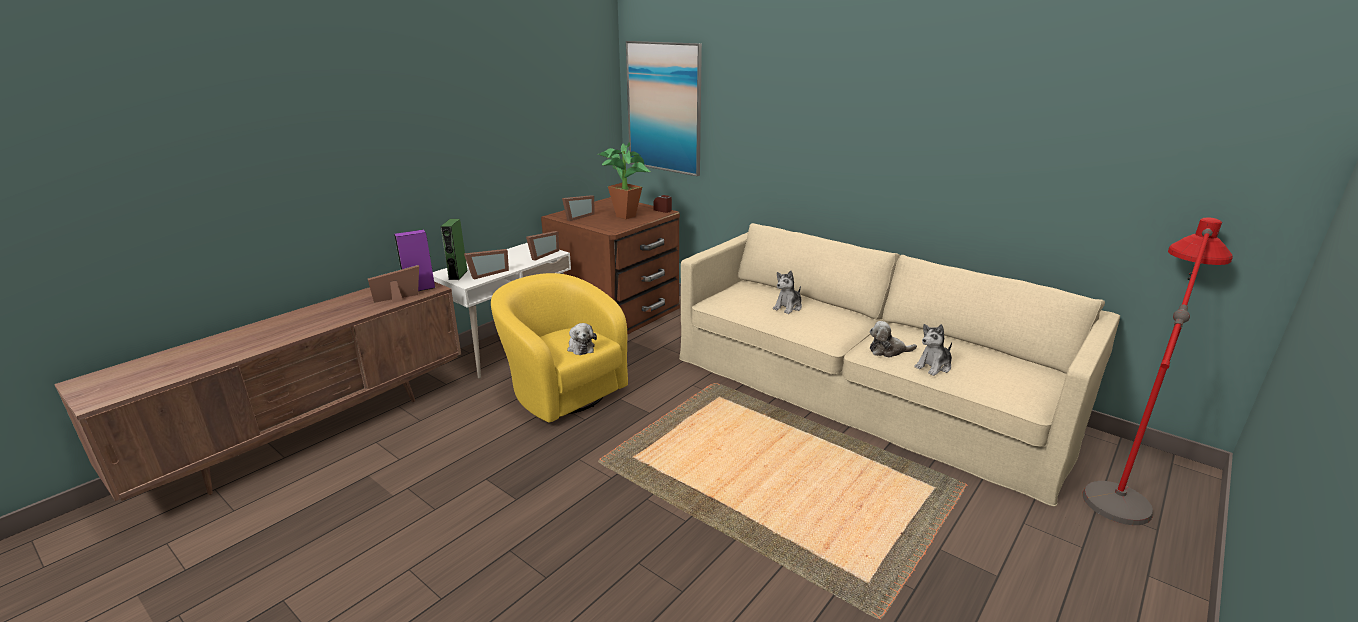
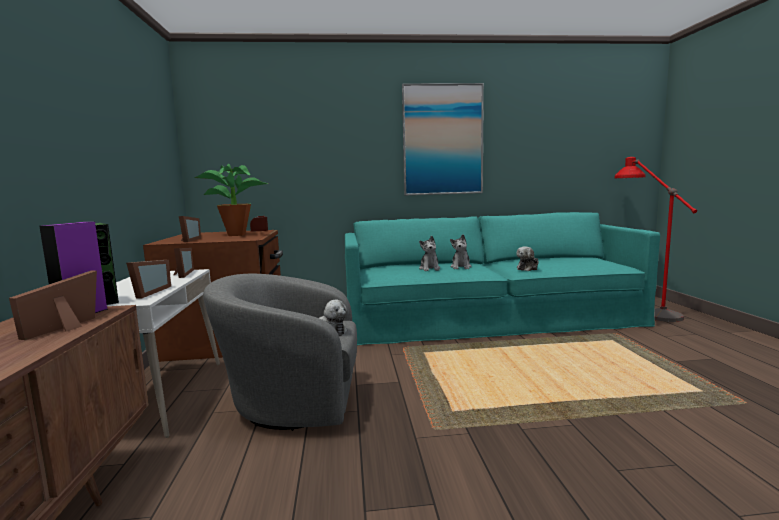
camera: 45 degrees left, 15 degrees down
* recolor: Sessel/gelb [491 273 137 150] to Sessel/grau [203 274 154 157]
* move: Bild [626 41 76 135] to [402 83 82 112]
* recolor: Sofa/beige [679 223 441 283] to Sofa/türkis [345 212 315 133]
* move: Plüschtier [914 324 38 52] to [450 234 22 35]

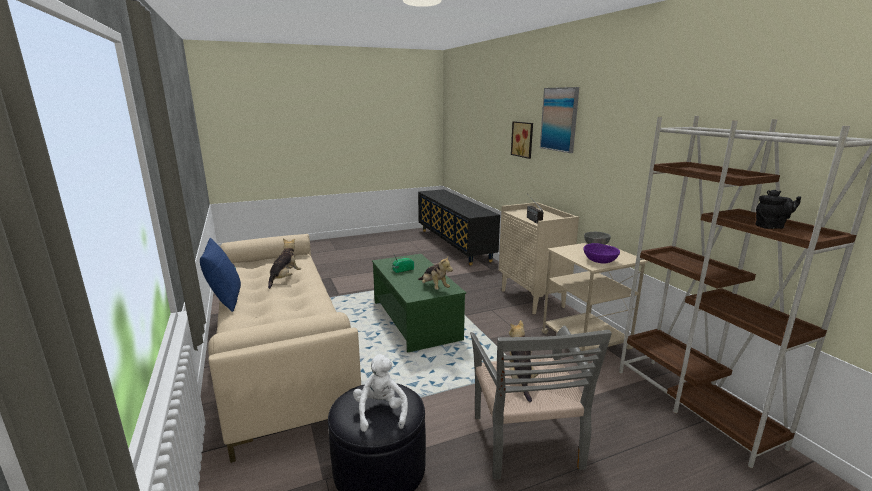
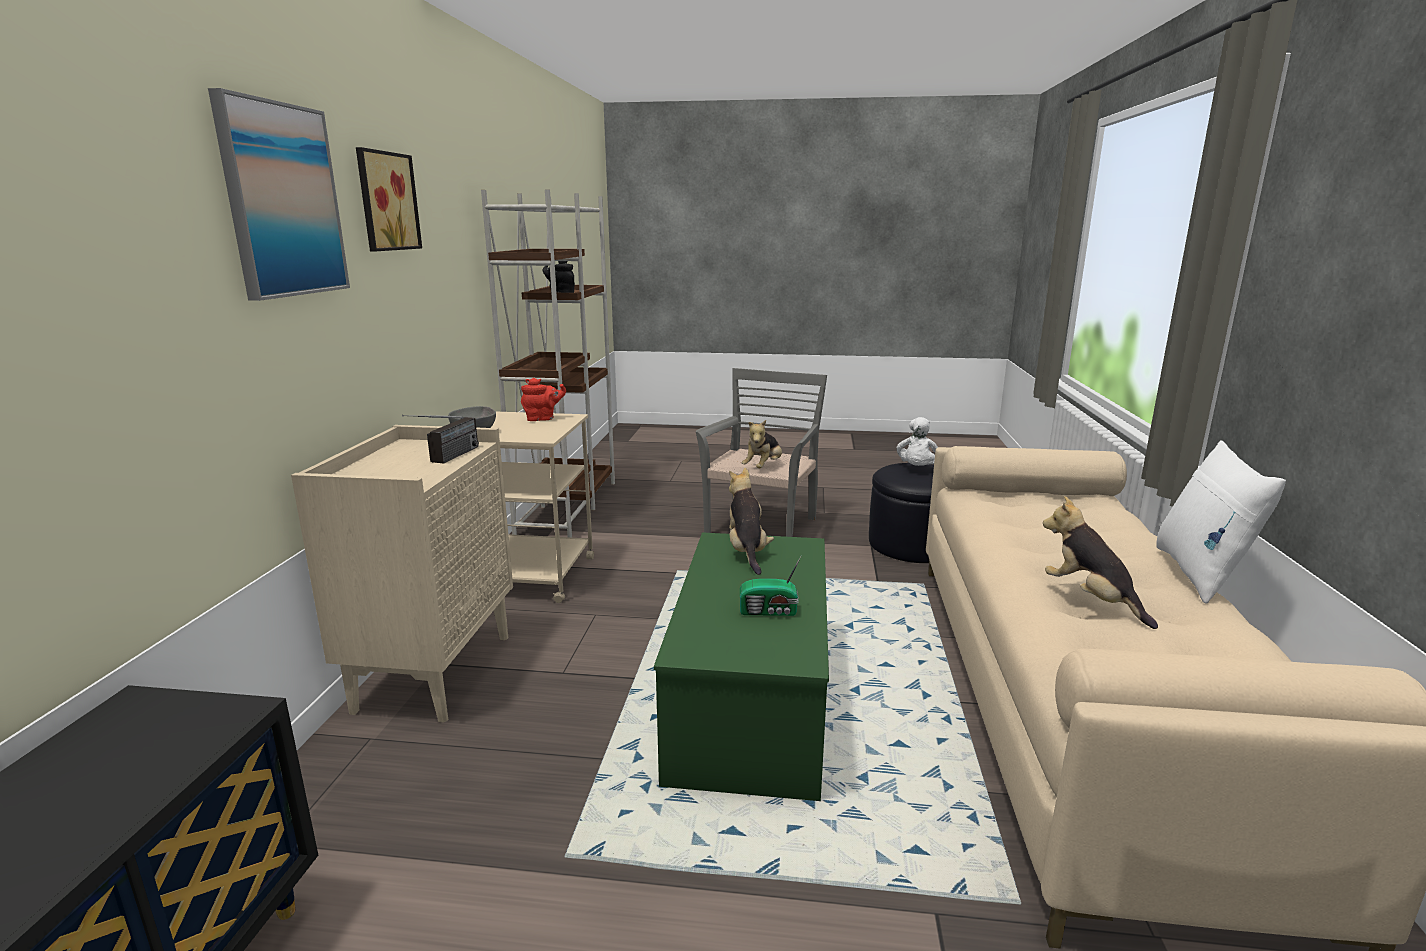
camera: 150 degrees left, 0 degrees up
* recolor: Kissen/blau [200 238 41 74] to Kissen/weiß [1156 440 130 163]
* rotate: Plüschtier [268 238 33 51] = [1043 496 115 133] 105 degrees clockwise
* move: Bild [511 121 22 38] to [356 147 66 104]
* replace: Schüssel/lila [583 243 37 21] to Teekanne/rot [521 378 45 43]

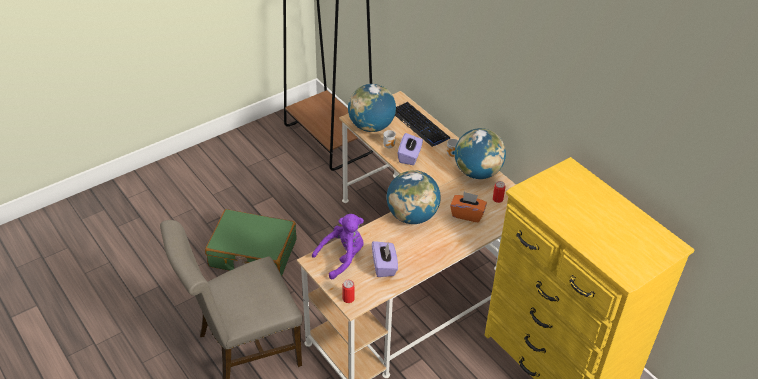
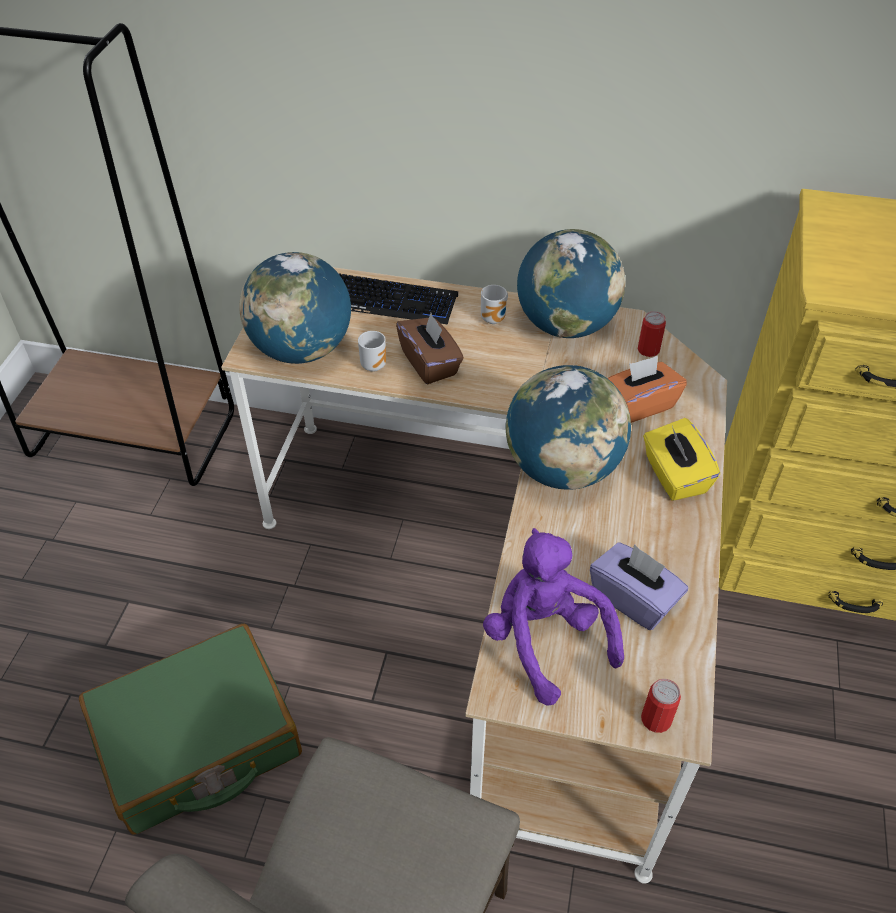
camera: 40 degrees left, 5 degrees up
* rotate: Plüschtier/lila [312 214 52 65] = [483 528 141 178] 45 degrees counterclockwise
* recolor: Taschentuchbox/lila [398 133 25 32] to Taschentuchbox/braun [396 313 68 71]
* insert: Taschentuchbox/gelb [643 418 77 83]

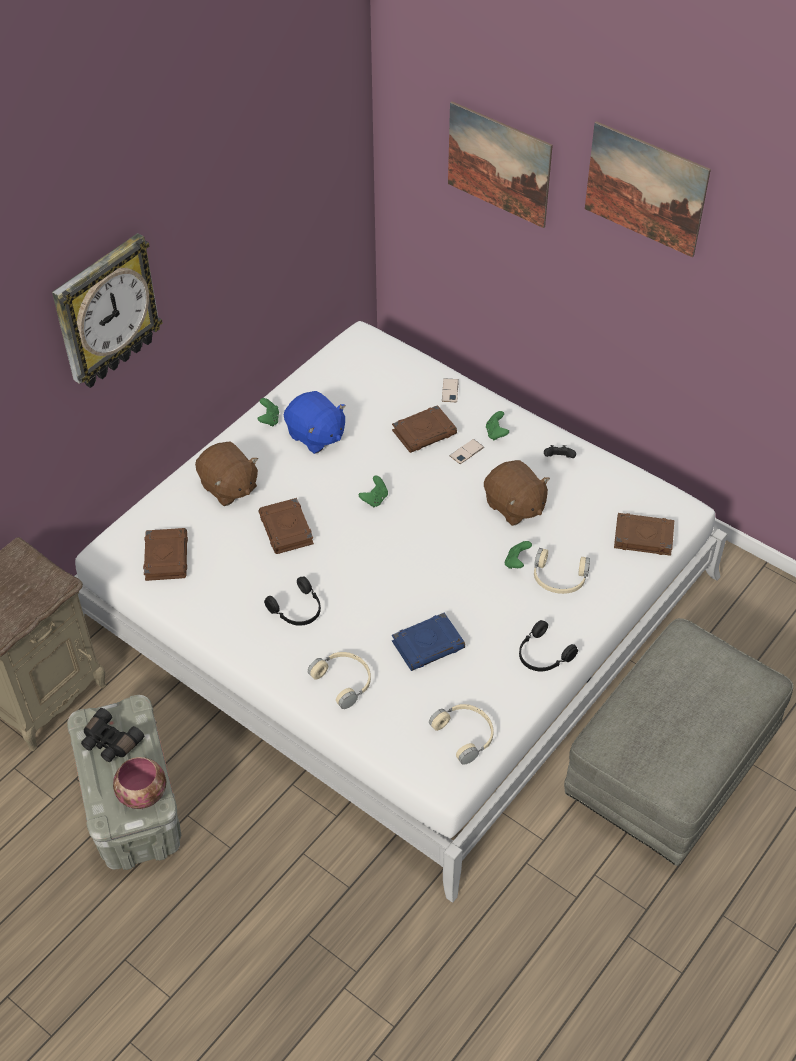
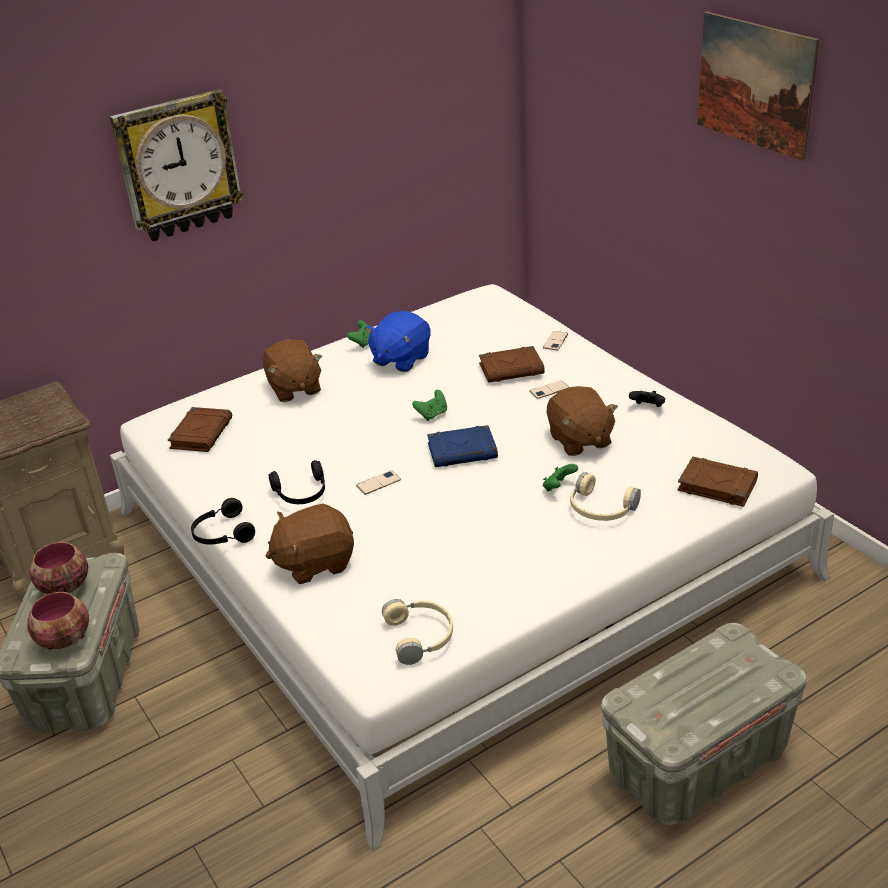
camera: 20 degrees right, 15 degrees down
* replace: Fernglas/schwarz [81 708 63 54] to Schüssel [30 542 58 52]
* delete: Buch/braun [258 498 56 56]
* rotate: Plüschtier/blau [284 391 62 63] = [365 311 66 61] 60 degrees clockwise
* replace: Kopfhörer/beige [308 652 63 57] to Plüschtier/braun [265 504 89 80]
* move: Buch/blau [392 613 73 58] to [427 425 71 42]
* delete: Bild [448 101 105 127]
* delete: Gamepad/grün [486 411 23 29]
* move: Kopfhörer/schwarz [519 620 59 51] to [191 498 64 47]
* replace: Polsterhocker/grau [564 618 230 248] to Aufbewahrungsbox/grau [601 623 206 202]
* insert: Handy [356 470 45 25]

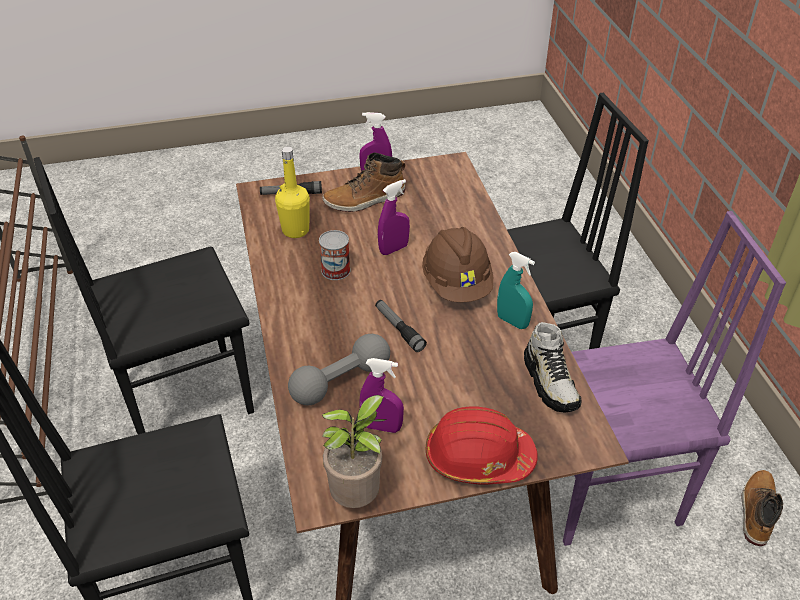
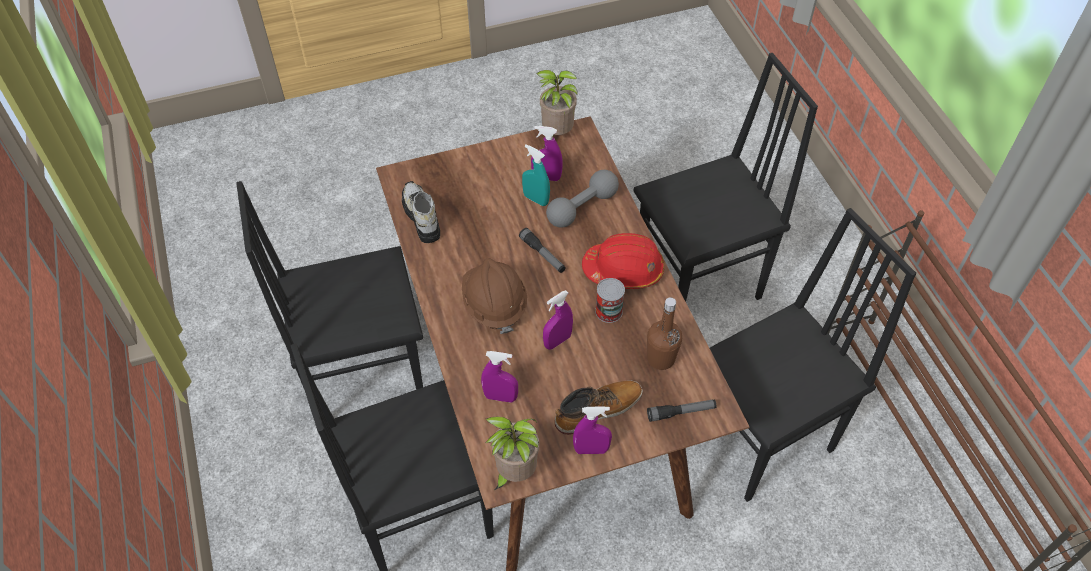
camera: 175 degrees right, 10 degrees up
* recolor: Flasche/gelb [275 146 35 92] to Flasche/braun [647 297 35 73]
* move: Schutzhelm/rot [426 407 112 78] to [582 233 83 56]
* move: Sprühflasche/türkis [497 252 38 77] to [522 144 28 62]
* recolor: Stuhl/lila [563 211 223 335] to Stuhl/schwarz [236 181 187 209]
* delete: Stiefel [741 470 42 76]
* insert: Sprühflasche/lila [481 351 37 51]
* insert: Topfpflanze [486 416 53 74]

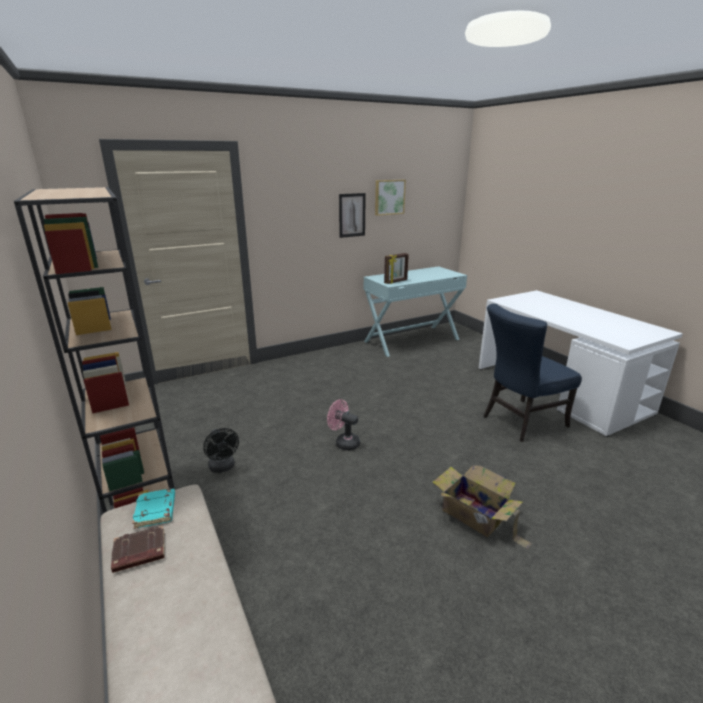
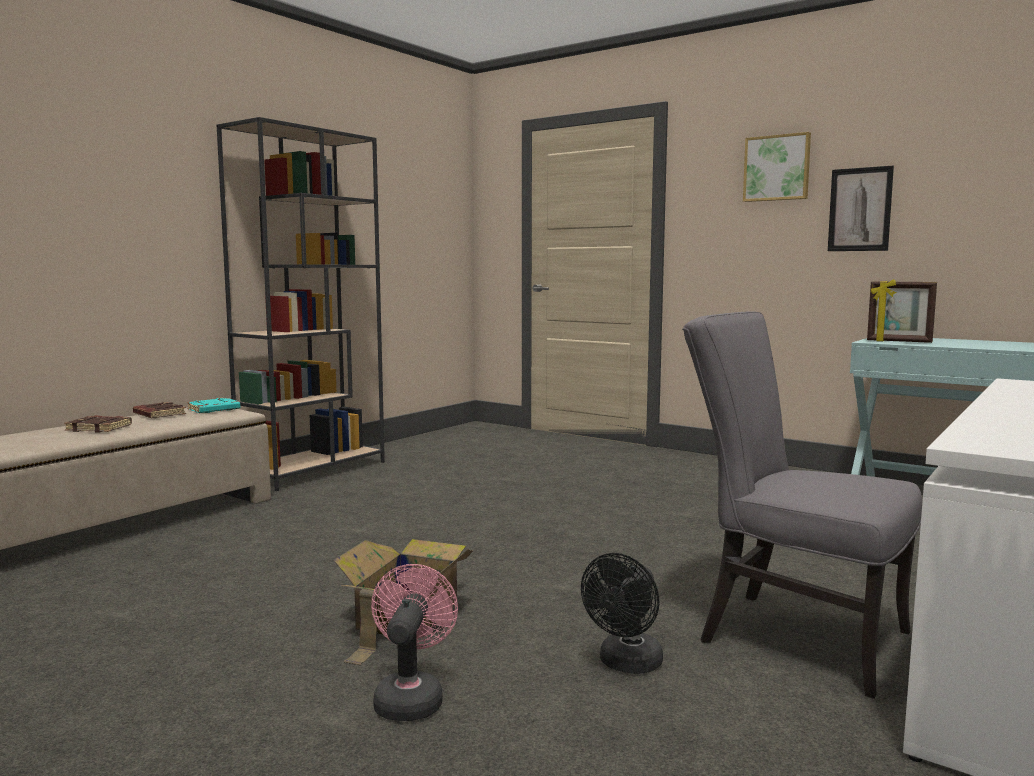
camera: 65 degrees right, 15 degrees down
* move: Ventilator/schwarz [203 428 36 45] to [581 553 82 121]
* move: Ventilator/rosa [327 399 33 52] to [371 564 87 157]
* move: Bild [375 180 31 36] to [743 132 68 70]
* recolor: Stuhl/blau [483 304 99 138] to Stuhl/grau [682 311 240 388]
* insert: Buch/braun [64 416 68 17]

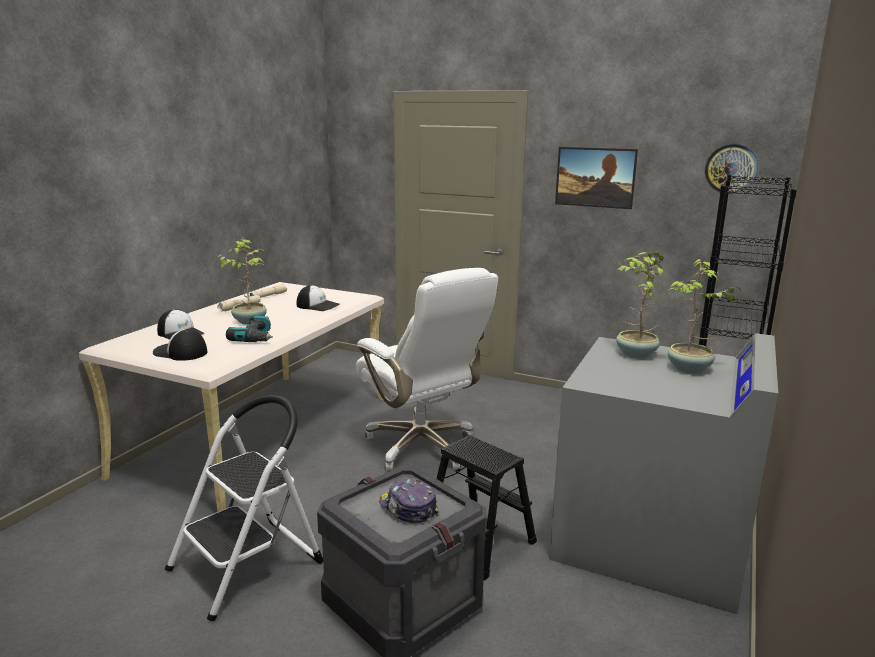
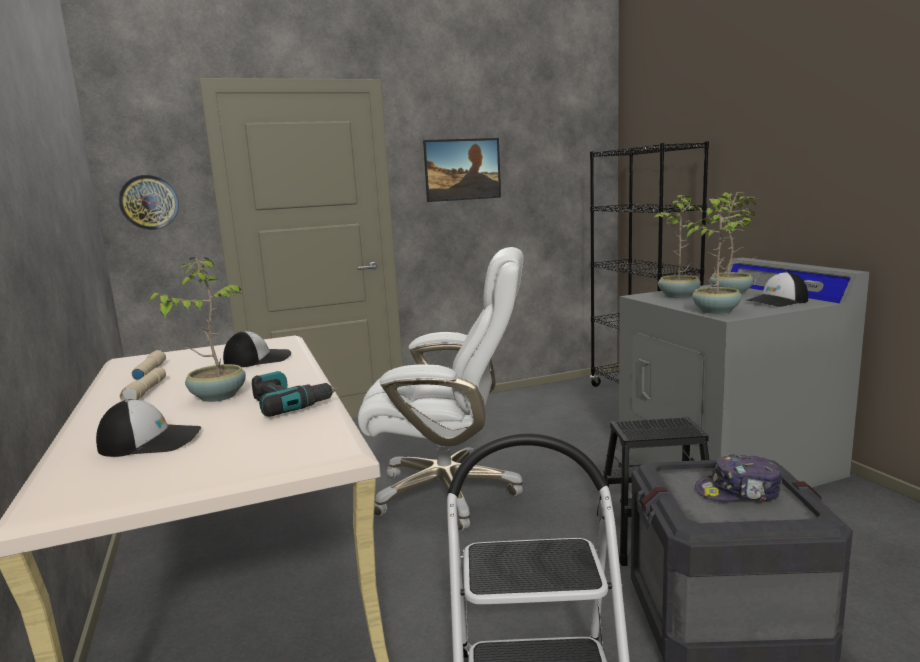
camera: 45 degrees left, 5 degrees down
* move: Kappe [153 329 54 32] to [746 272 62 35]
* move: Wanduhr [705 144 53 50] to [119 175 60 55]
* insert: Topfpflanze [686 196 63 118]

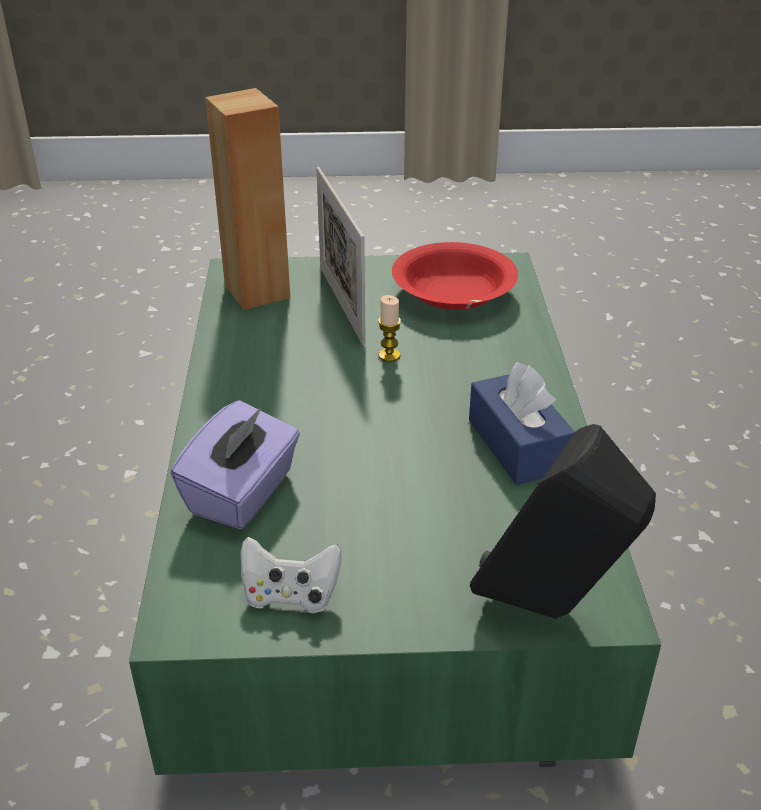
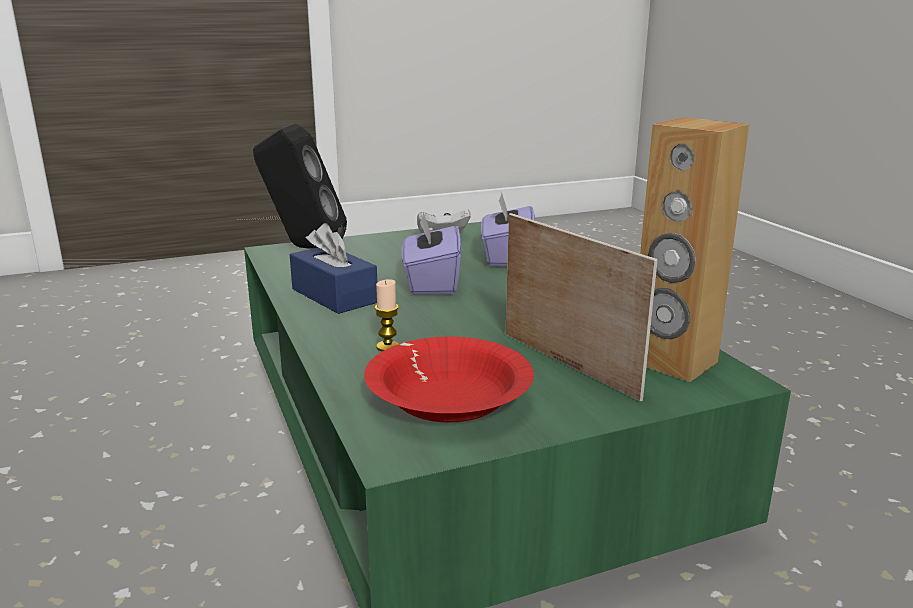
camera: 160 degrees right, 15 degrees down
* move: Kerze [378 295 23 67] to [375 279 24 72]
* insert: Taschentuchbox/lila [402 212 60 83]

